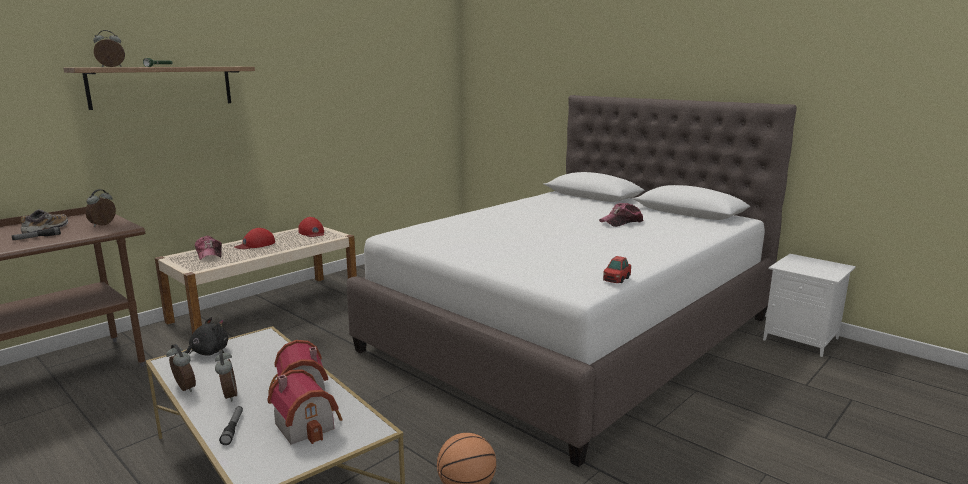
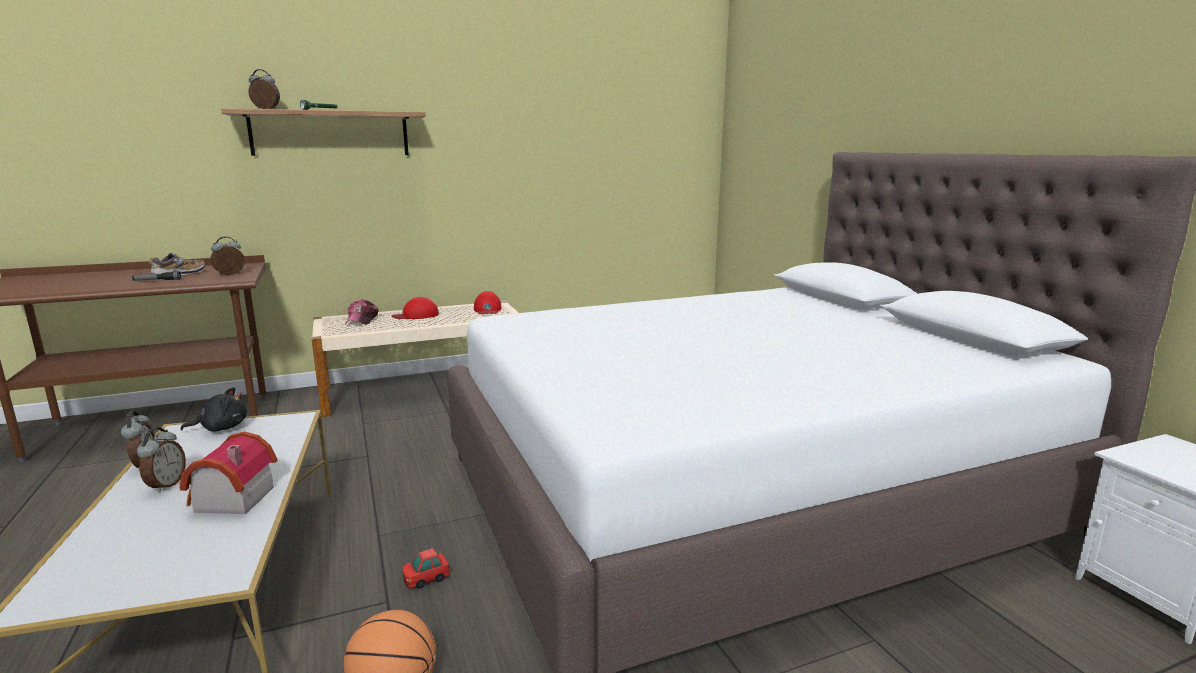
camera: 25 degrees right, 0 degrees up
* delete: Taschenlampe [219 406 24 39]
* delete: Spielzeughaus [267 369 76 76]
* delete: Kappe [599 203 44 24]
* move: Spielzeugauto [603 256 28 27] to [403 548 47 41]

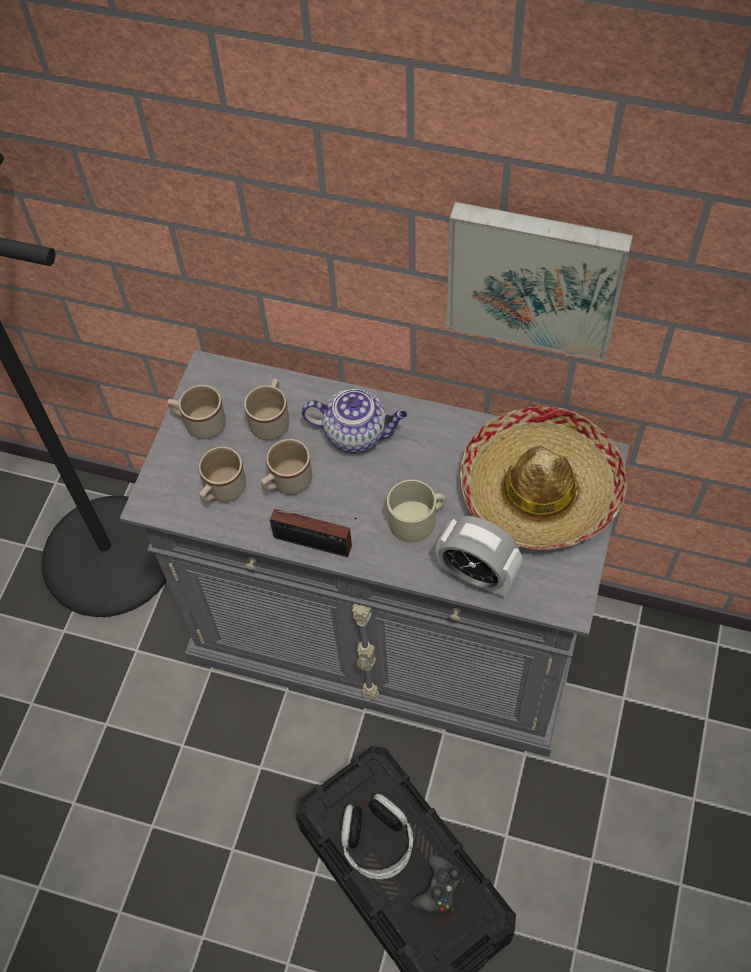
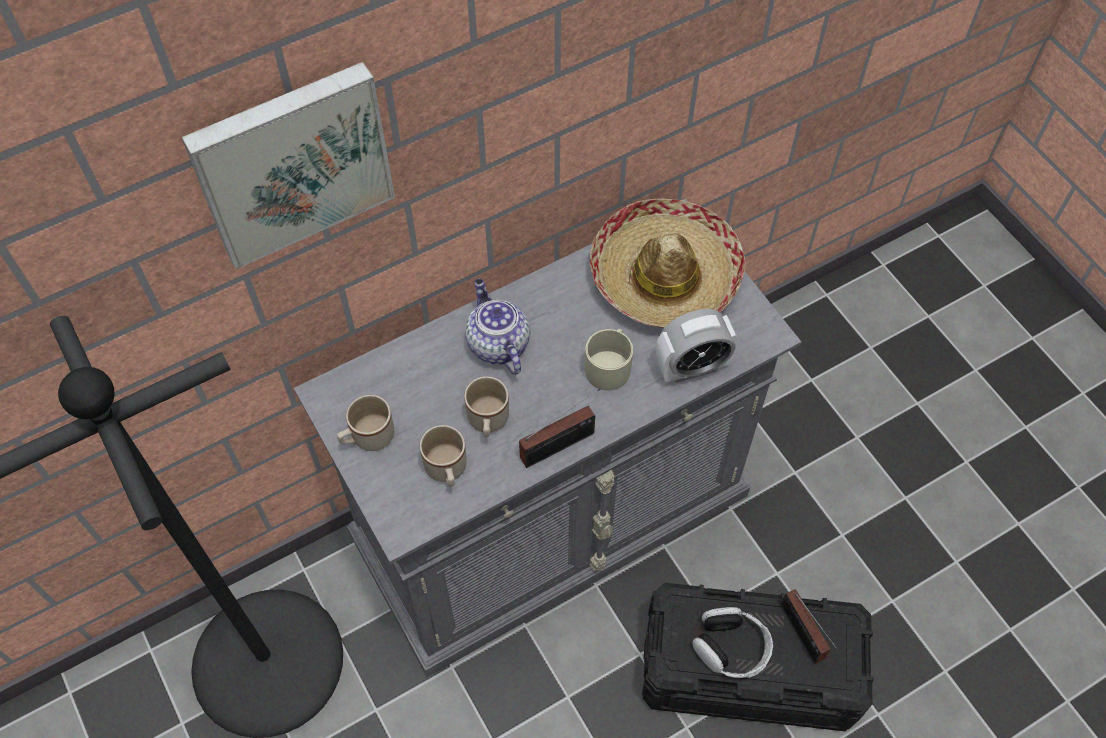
camera: 50 degrees left, 0 degrees up
* delete: Henkelbecher/beige [244 379 45 61]
* rotate: Teekanne [301 389 106 65] = [465 279 65 96] 75 degrees counterclockwise
* replace: Gamepad/schwarz [411 854 53 60] to Radio [781 589 57 75]
* move: Bild [446 202 187 159] to [181 62 214 207]

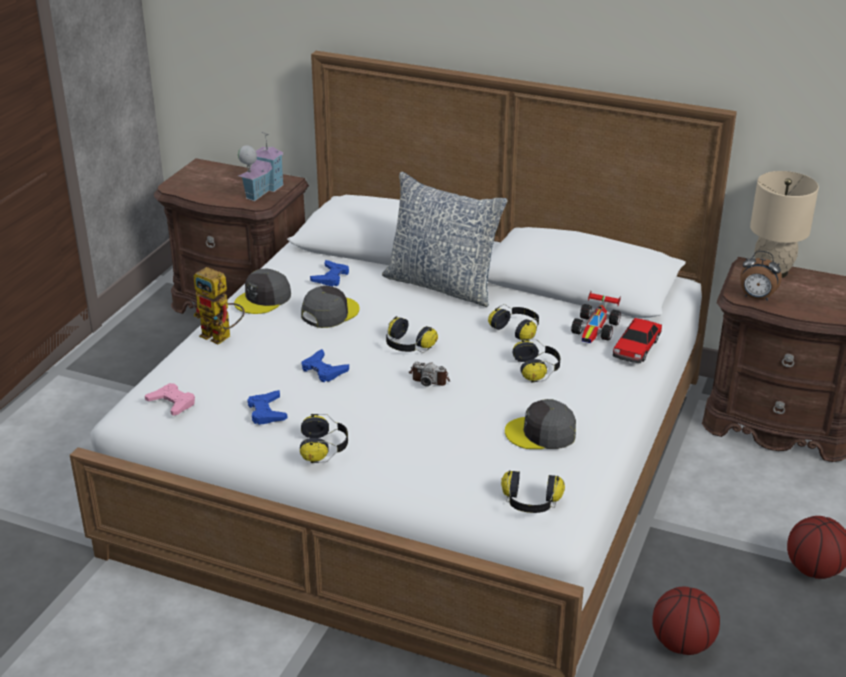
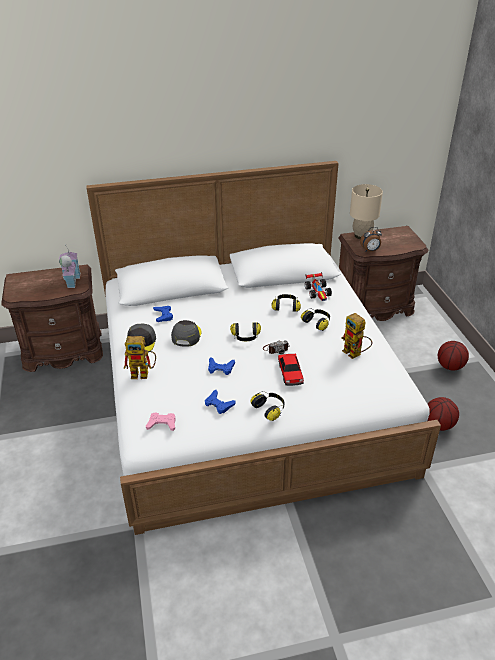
camera: 35 degrees left, 5 degrees up
* delete: Kissen [382 172 126 135]
* delete: Kopfhörer [501 470 64 43]
* replace: Kappe/grau [505 399 71 50] to Spielzeugroboter [341 313 31 46]
* move: Spielzeugauto [613 318 49 45] to [278 354 26 32]

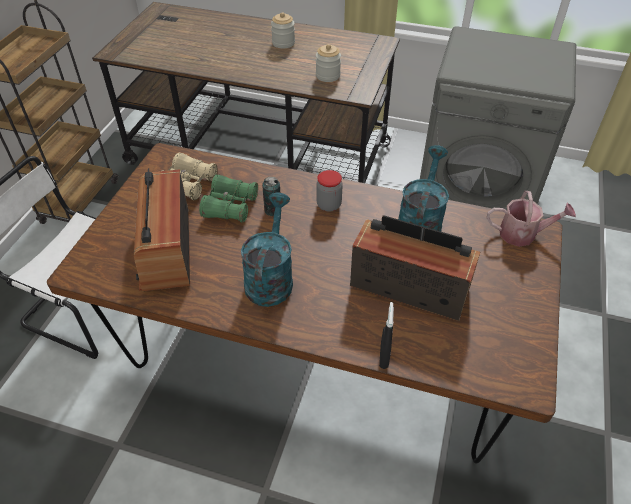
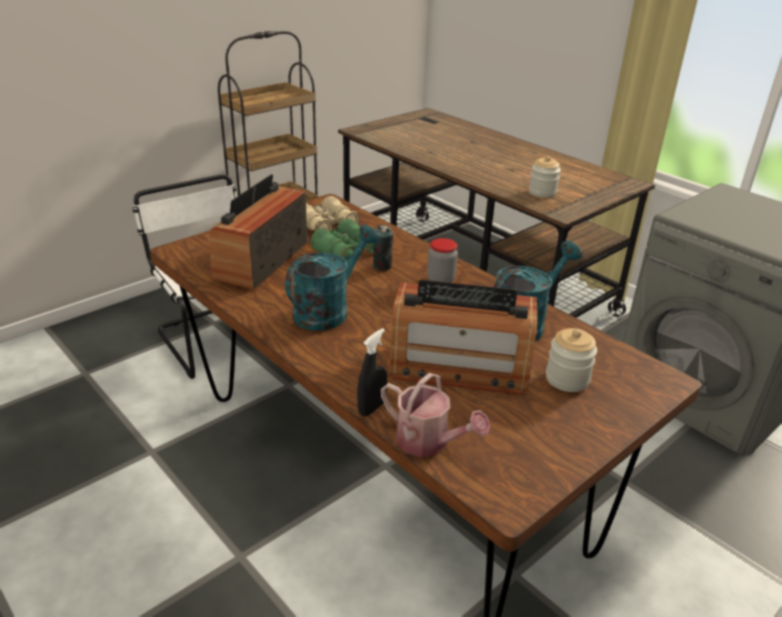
camera: 30 degrees right, 15 degrees down
* move: Vorratsglas [271 12 24 37] to [546 328 51 64]
* rotate: Radio [350 215 130 106] = [389 280 148 115] 135 degrees clockwise
* move: Gießkanne [487 191 89 56] to [381 373 109 84]

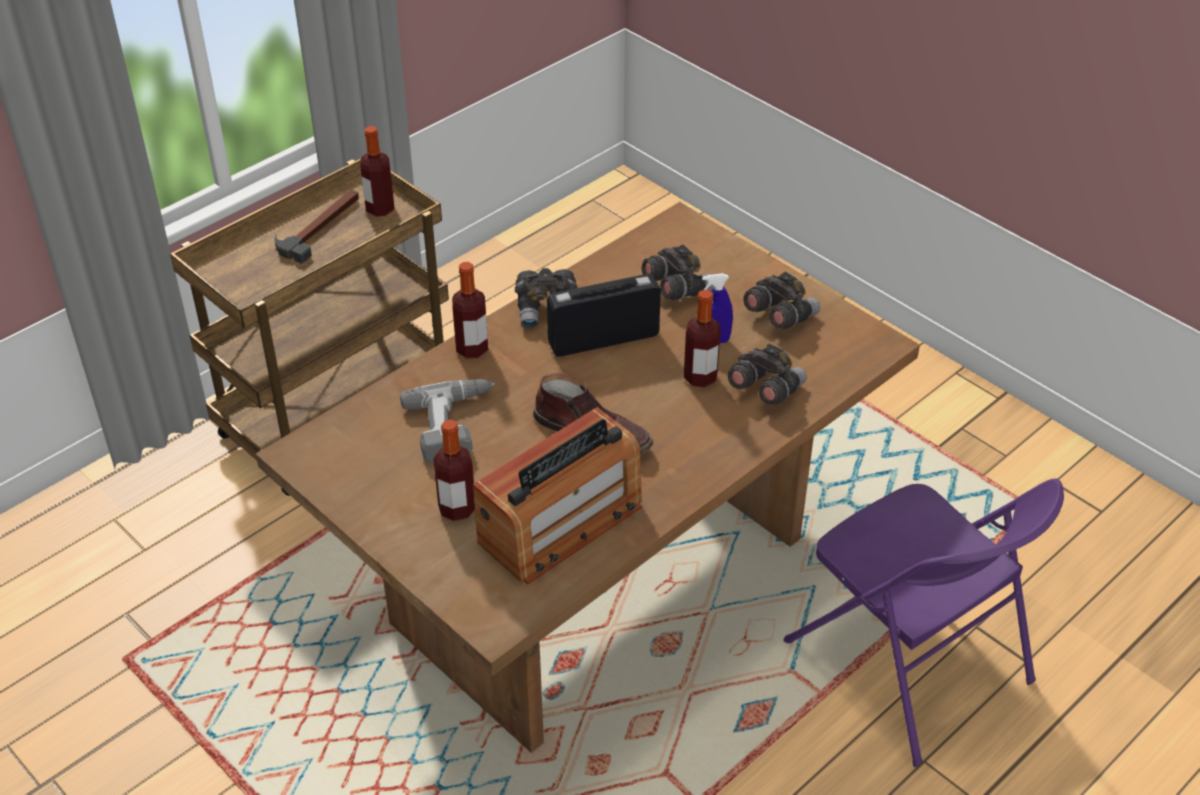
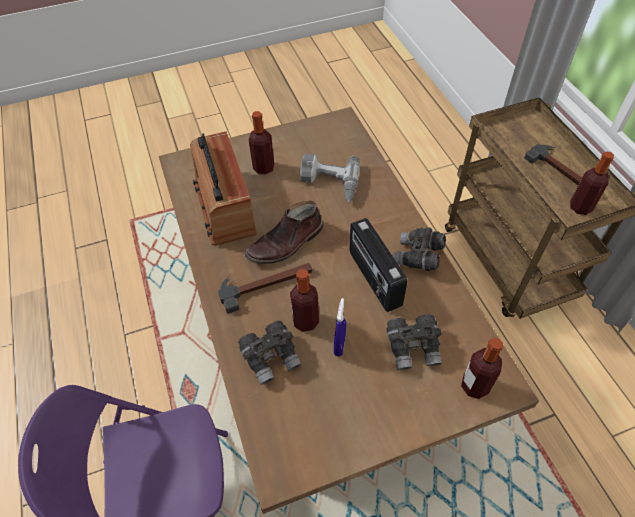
camera: 115 degrees right, 10 degrees up
* move: Flasche [452 262 36 96] to [461 338 42 61]
* rotate: Radio [547 274 114 83] = [349 218 58 94] 150 degrees clockwise
* delete: Fernglas/grau [743 272 77 57]
* insert: Hammer [218 263 94 51]

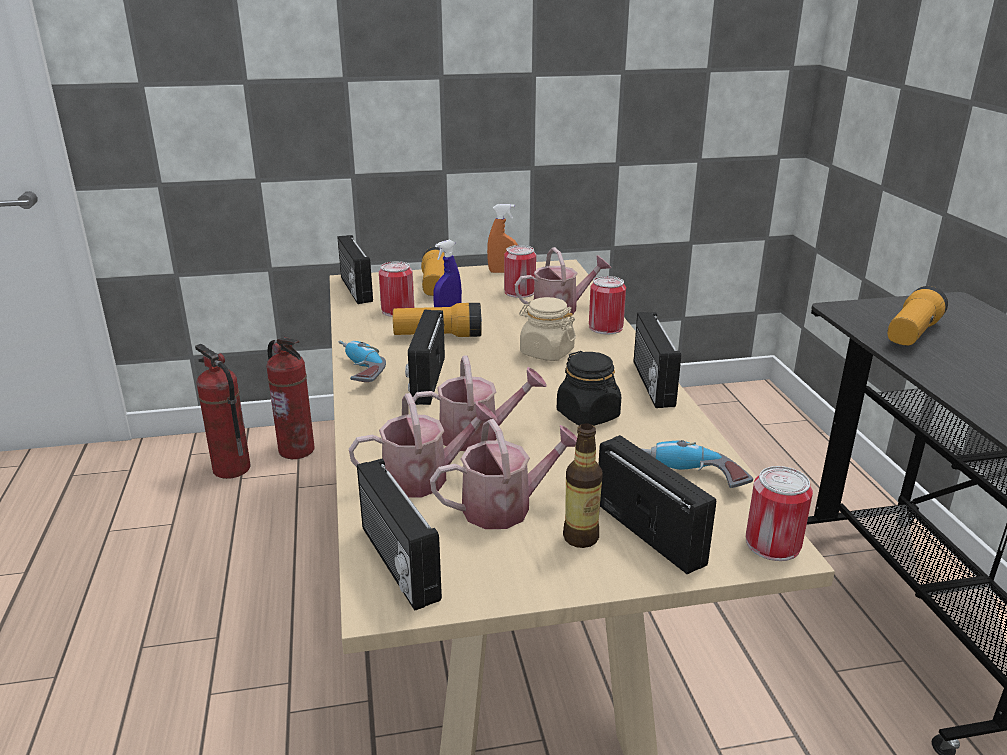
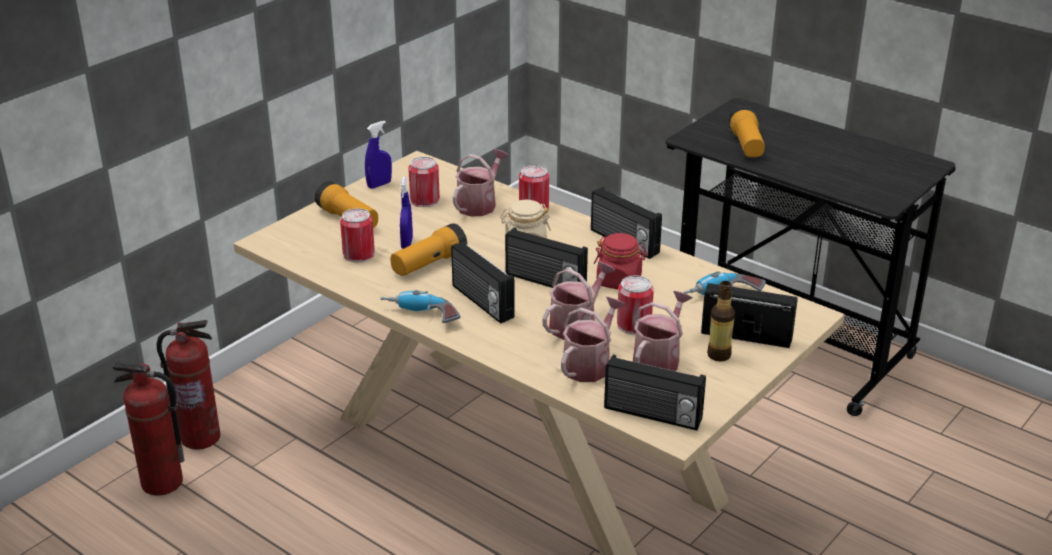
camera: 40 degrees left, 5 degrees up
* move: Radio [337 235 36 69] to [505 227 83 61]
* recolor: Sprühflasche/orange [487 204 31 69] to Sprühflasche/blau [365 121 27 68]
* recolor: Vorratsglas/schwarz [557 351 64 75] to Vorratsglas/rot [594 233 53 56]
* move: Dose [746 466 67 95] to [617 276 37 59]

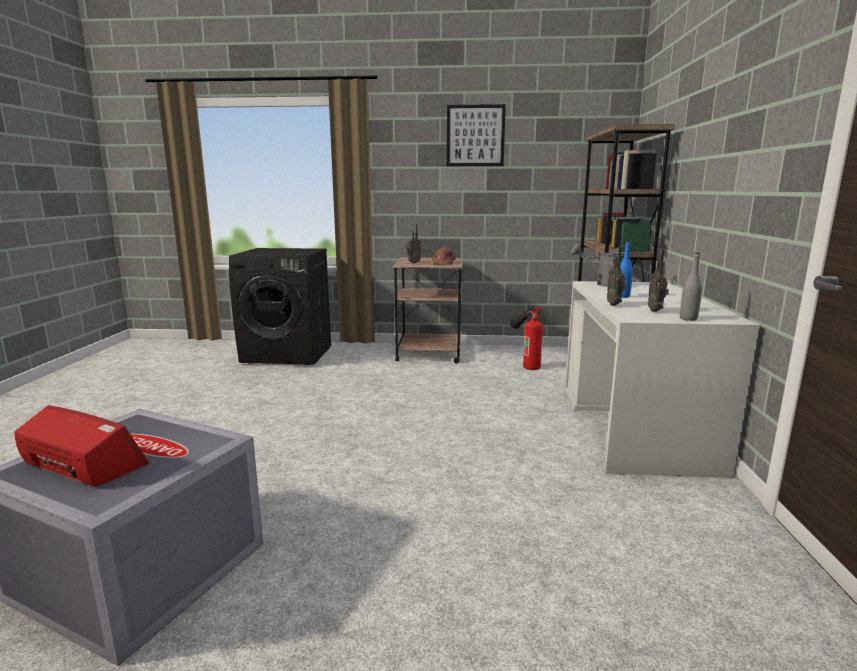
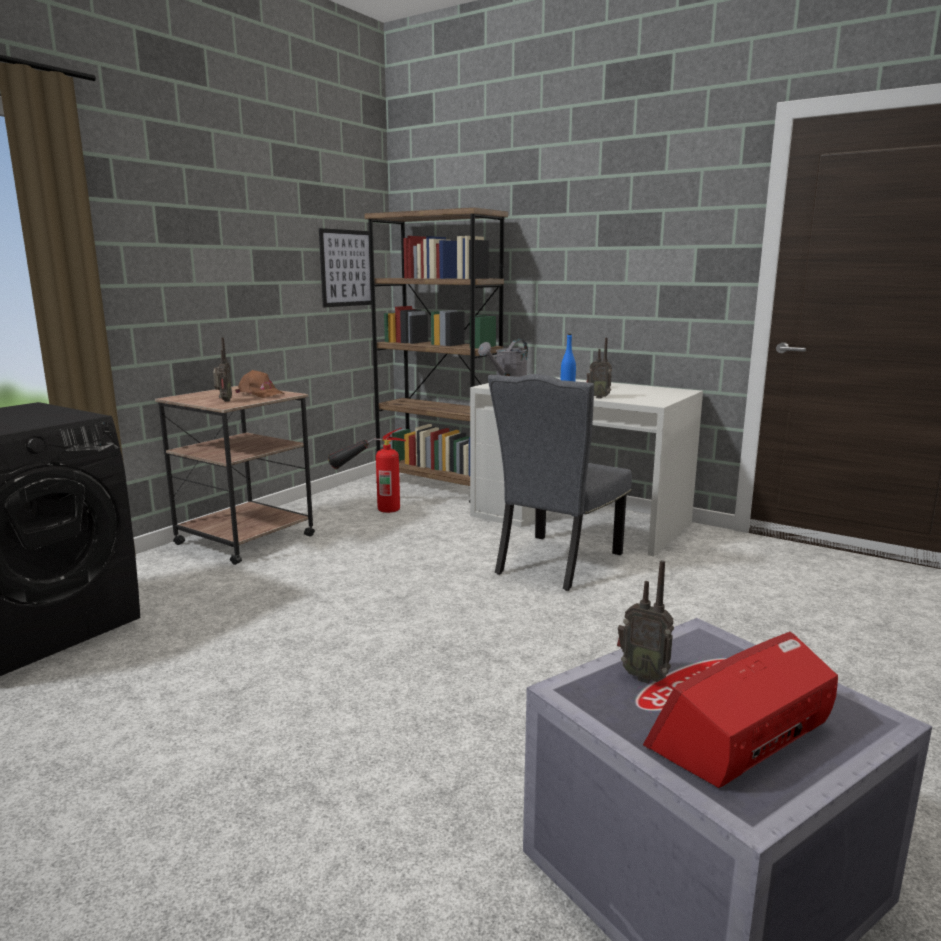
camera: 60 degrees left, 0 degrees up
* move: Bild [447 104 59 62] to [319 228 52 79]
* move: Radio [648 249 21 63] to [617 560 57 123]
* delete: Flasche/grau [680 252 22 69]
* insert: Stuhl/grau [488 374 144 217]

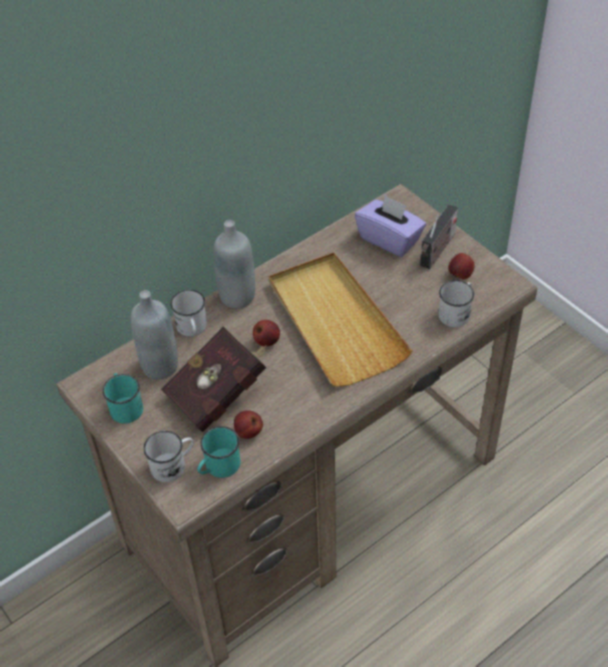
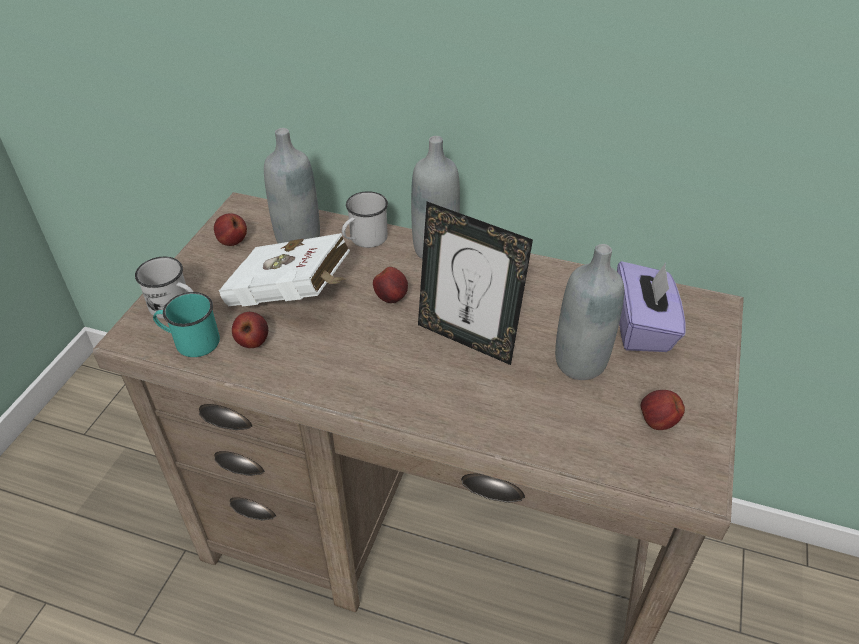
camera: 55 degrees right, 5 degrees down
* replace: Henkelbecher/türkis [102 373 41 51] to Apfel [214 213 33 33]
* recolor: Buch/rot [161 327 106 105] to Buch/weiß [219 233 131 74]
* replace: Tablett/beige [269 252 143 135] to Bilderrahmen [418 202 115 163]
* delete: Radio [420 204 38 65]
* delete: Henkelbecher/weiß [438 280 36 47]
* insert: Flasche/grau [555 244 69 136]

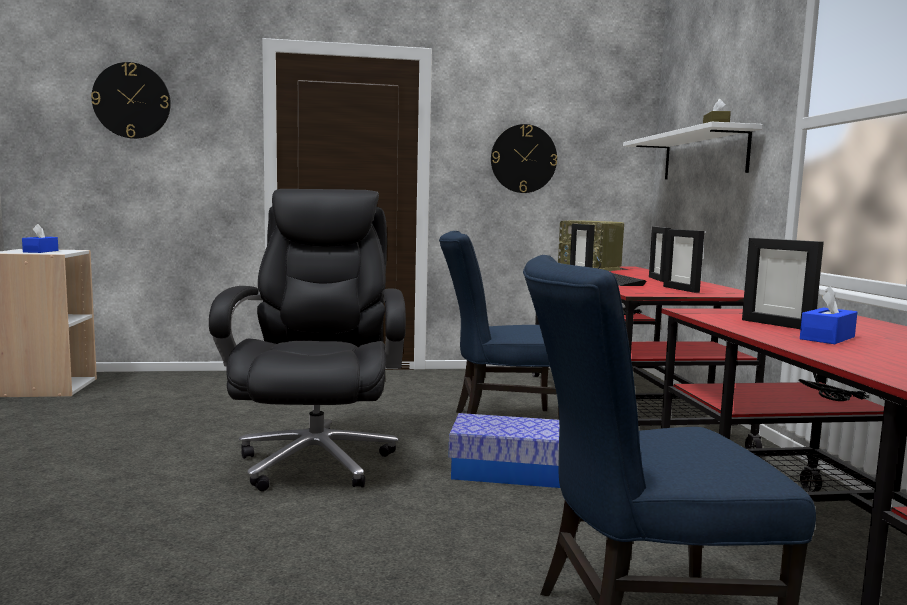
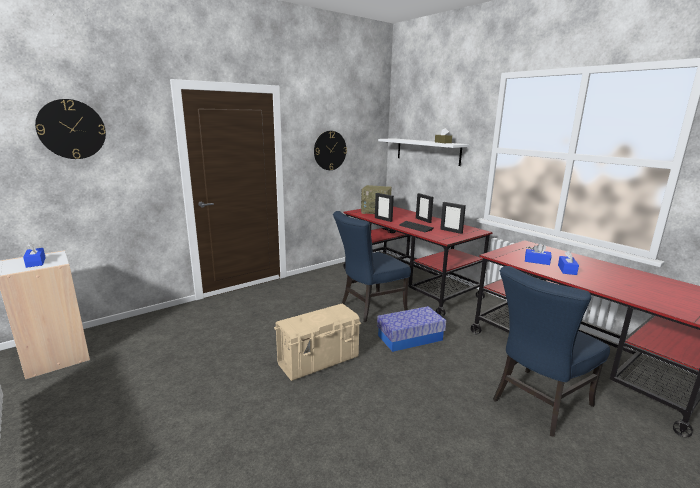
camera: 30 degrees left, 10 degrees up
* replace: Bürostuhl/schwarz [209 189 197 302] to Aufbewahrungsbox/beige [274 303 87 78]
* replace: Bilderrahmen [742 238 82 91] to Taschentuchbox/blau [525 243 27 22]

